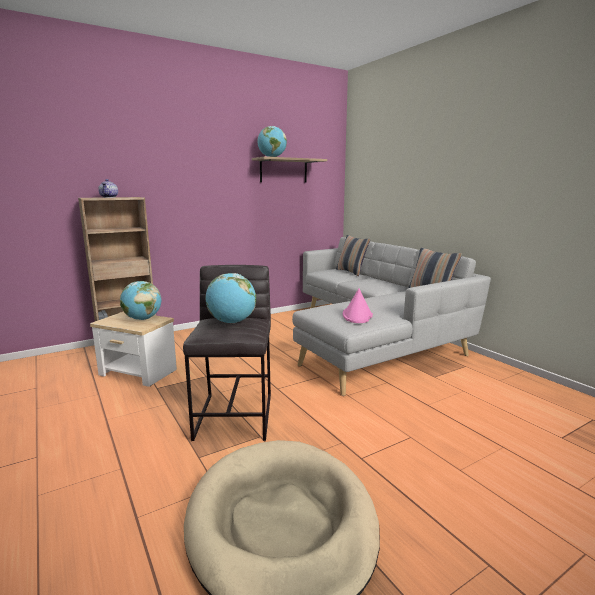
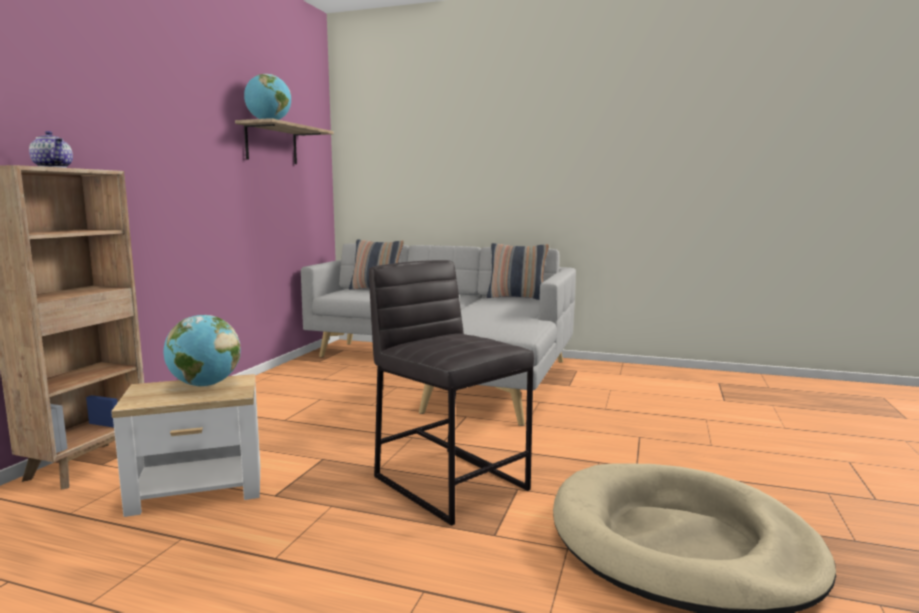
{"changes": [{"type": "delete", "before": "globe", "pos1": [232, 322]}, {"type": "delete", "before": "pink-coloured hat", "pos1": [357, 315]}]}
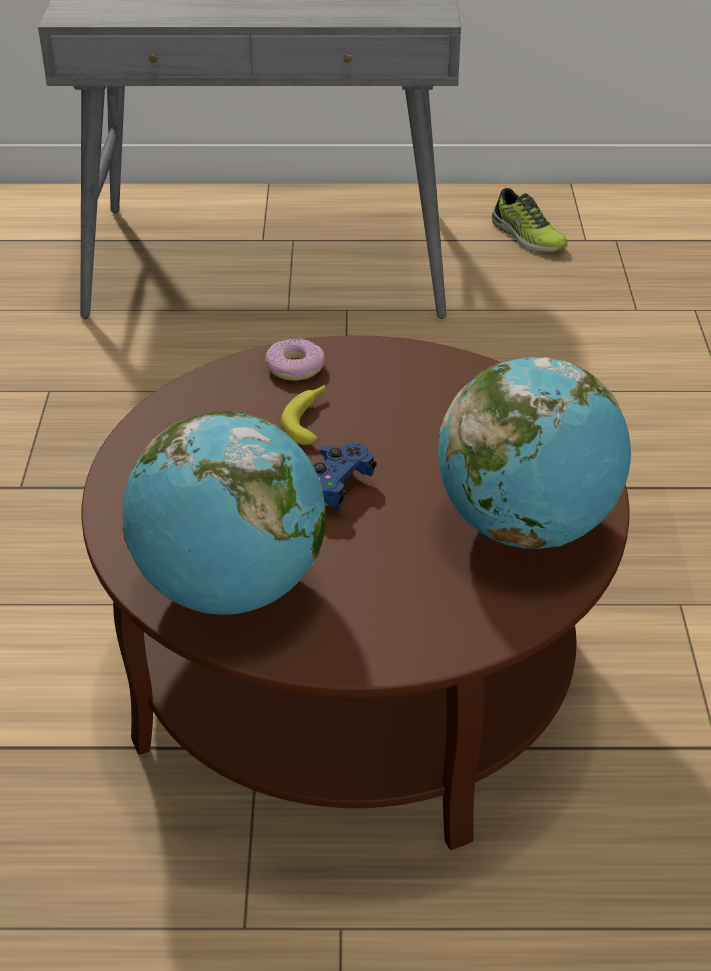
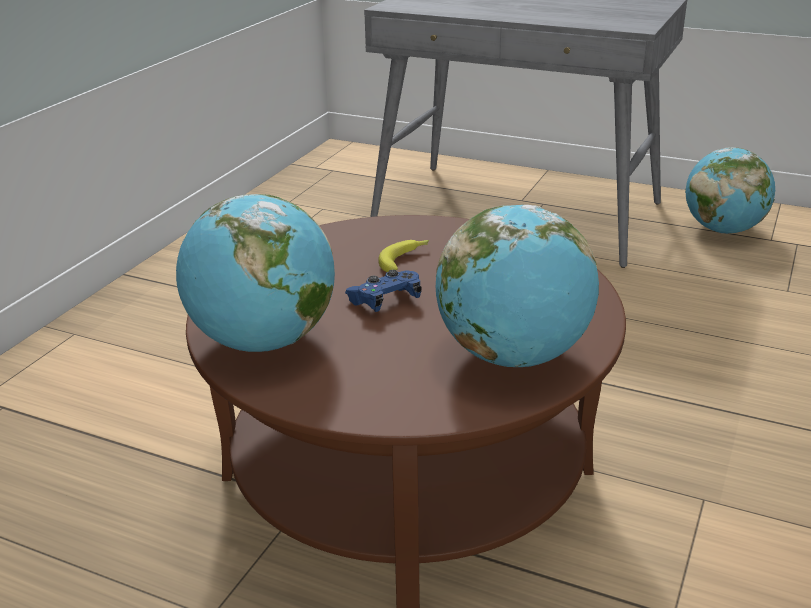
{"changes": [{"type": "delete", "before": "ring doughnut", "pos1": [295, 368]}, {"type": "replace", "before": "shoe", "after": "globe", "pos1": [526, 237], "pos2": [723, 230]}]}
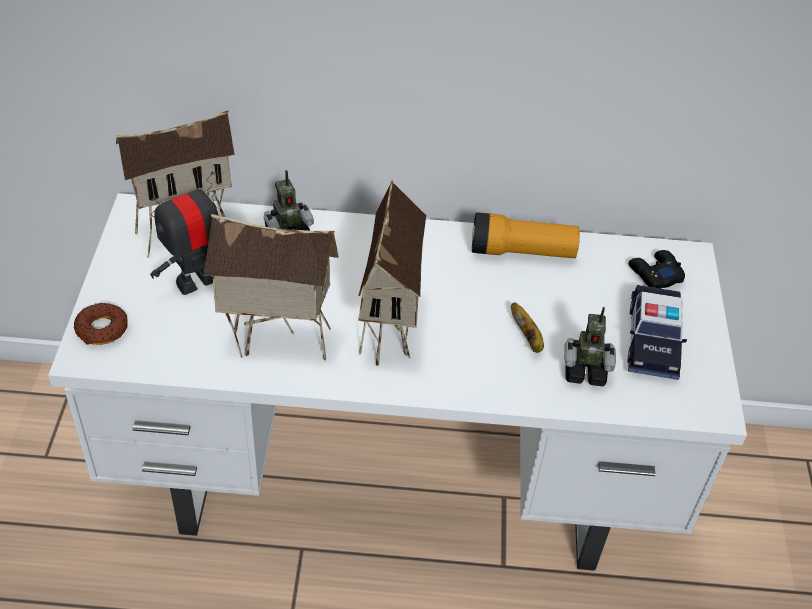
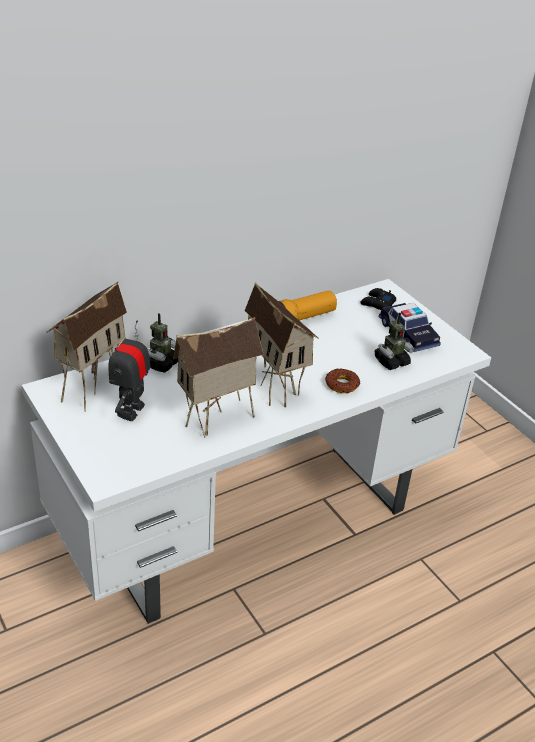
{"changes": [{"type": "delete", "before": "banana fruit", "pos1": [527, 337]}, {"type": "move", "before": "ring doughnut", "pos1": [102, 329], "pos2": [342, 384]}]}
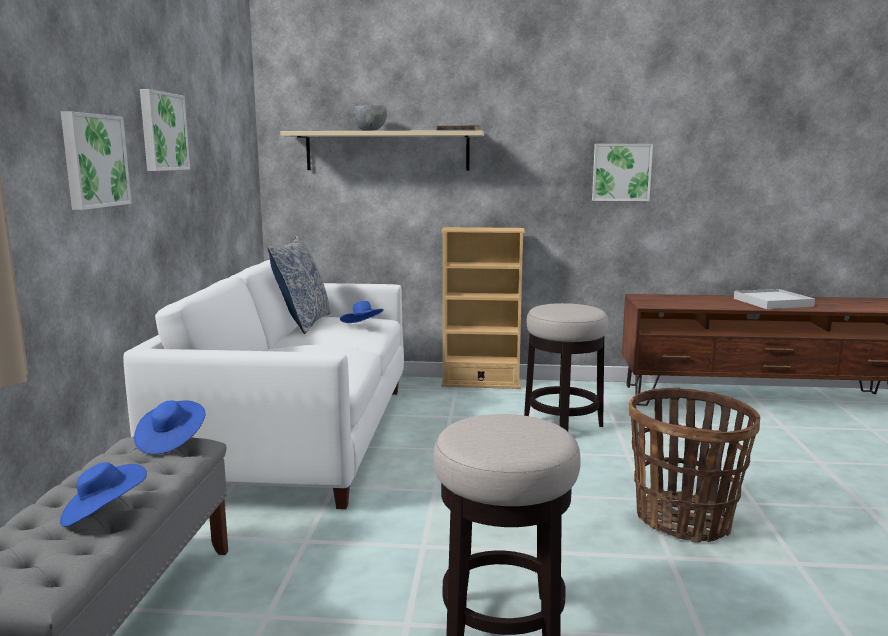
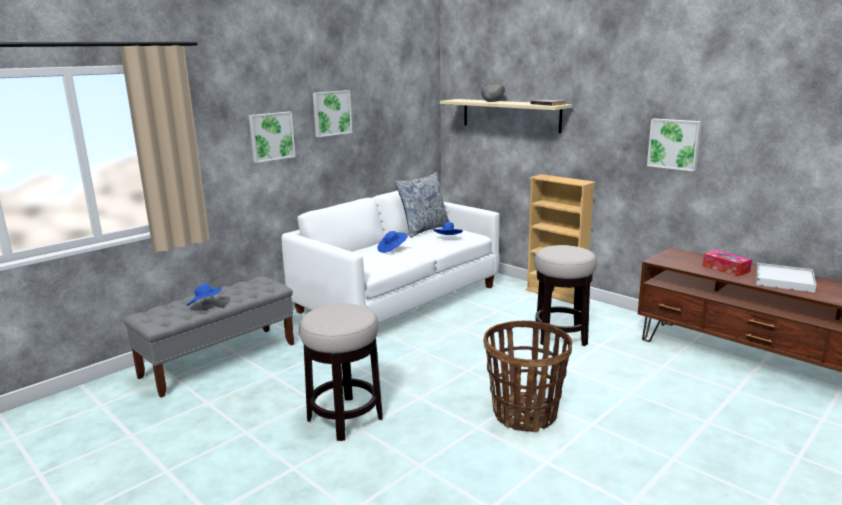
{"changes": [{"type": "insert", "after": "tissue box", "pos2": [725, 269]}, {"type": "move", "before": "blue hat", "pos1": [171, 442], "pos2": [392, 249]}]}
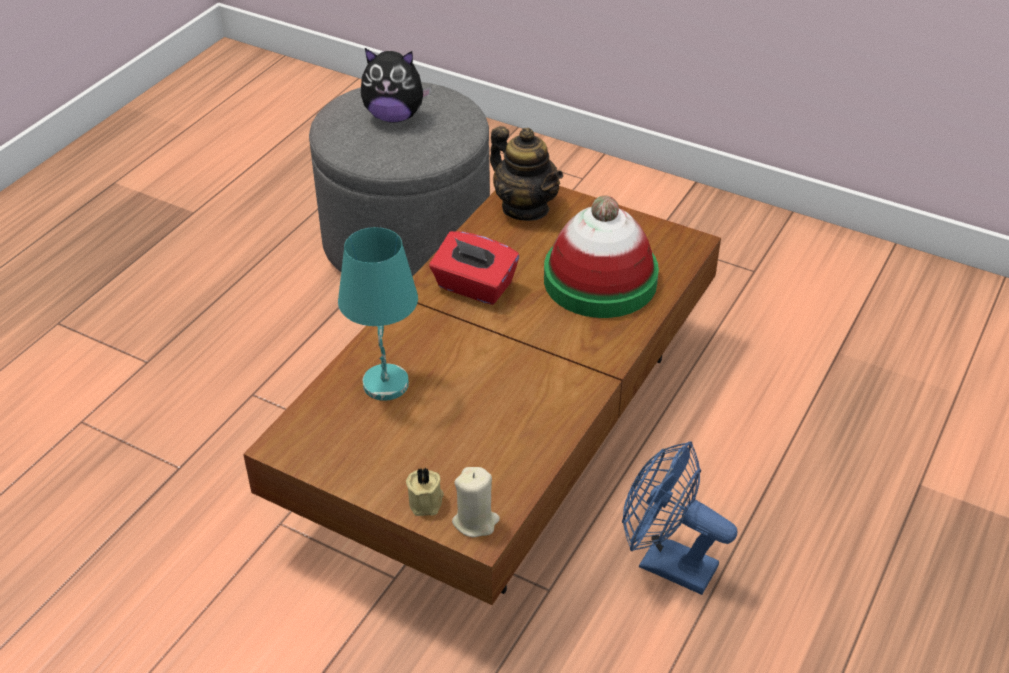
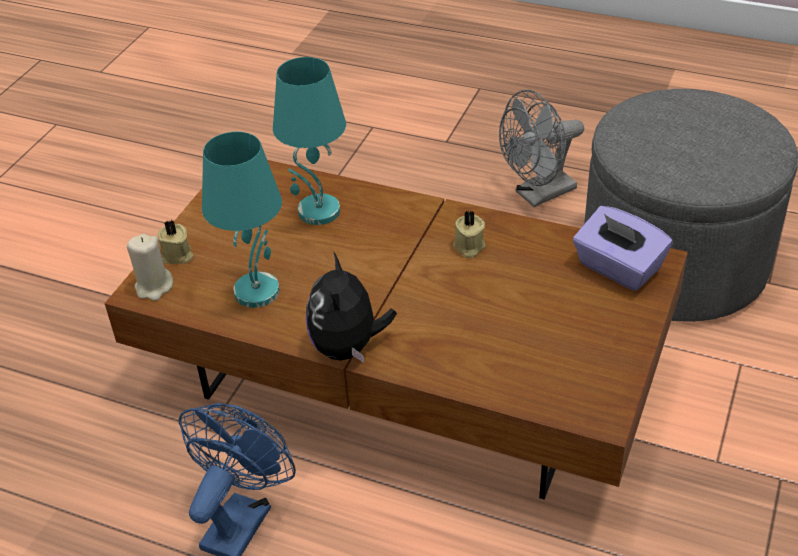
{"changes": [{"type": "delete", "before": "hat", "pos1": [600, 280]}, {"type": "insert", "after": "blue-green table lamp", "pos2": [257, 290]}, {"type": "insert", "after": "greyish electric fan", "pos2": [538, 195]}, {"type": "move", "before": "cuddly toy", "pos1": [394, 116], "pos2": [348, 347]}, {"type": "replace", "before": "red-coloured tissue box", "after": "beige-coloured wax candle", "pos1": [474, 287], "pos2": [468, 247]}, {"type": "replace", "before": "teapot", "after": "purplish tissue box", "pos1": [525, 208], "pos2": [618, 268]}]}
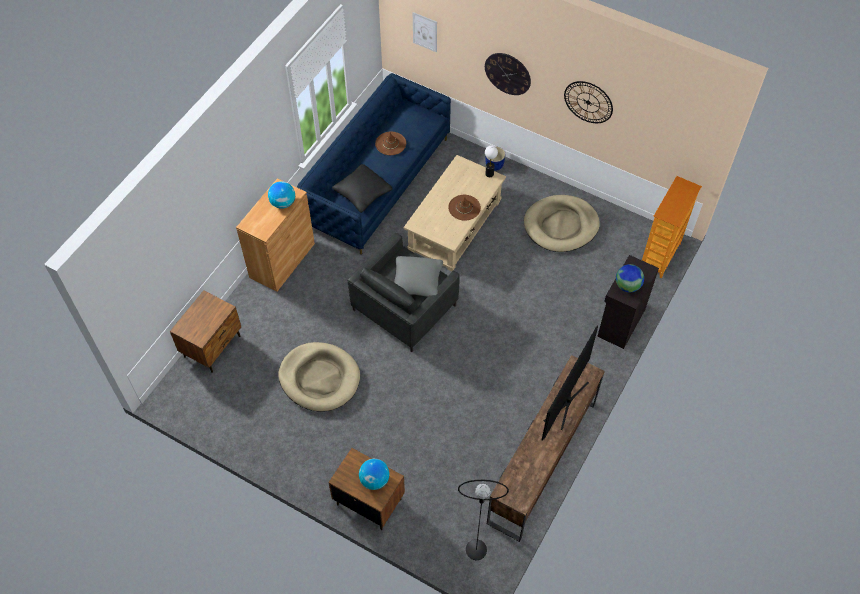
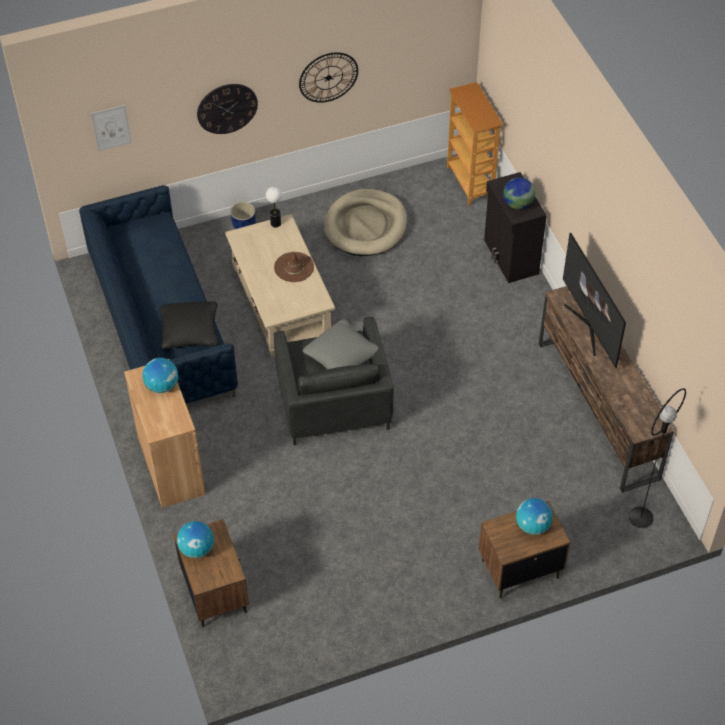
{"changes": [{"type": "delete", "before": "beige-coloured dog bed", "pos1": [319, 378]}, {"type": "delete", "before": "brownish hat", "pos1": [390, 143]}, {"type": "insert", "after": "globe", "pos2": [197, 549]}]}
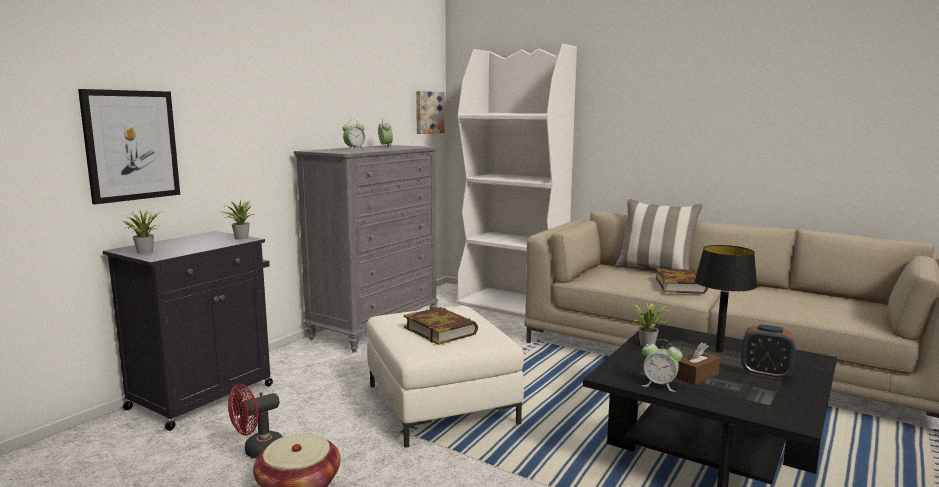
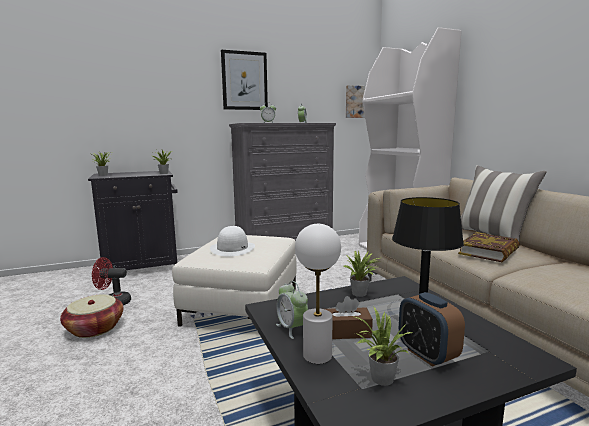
{"changes": [{"type": "insert", "after": "whitish table lamp", "pos2": [317, 356]}, {"type": "insert", "after": "plant in a pot", "pos2": [379, 379]}, {"type": "move", "before": "wall picture", "pos1": [131, 145], "pos2": [244, 81]}, {"type": "replace", "before": "book", "after": "whitish hat", "pos1": [440, 330], "pos2": [232, 248]}]}
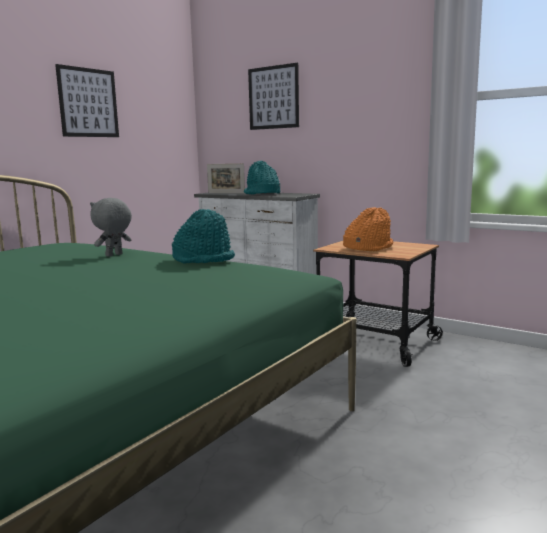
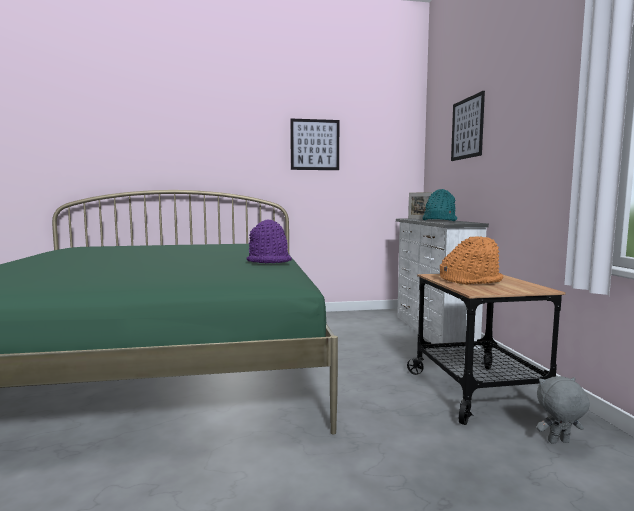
{"changes": [{"type": "move", "before": "greyish cuddly toy", "pos1": [114, 255], "pos2": [558, 442]}, {"type": "recolor", "before": "blue-green hat", "after": "purplish hat", "pos1": [204, 259], "pos2": [269, 261]}]}
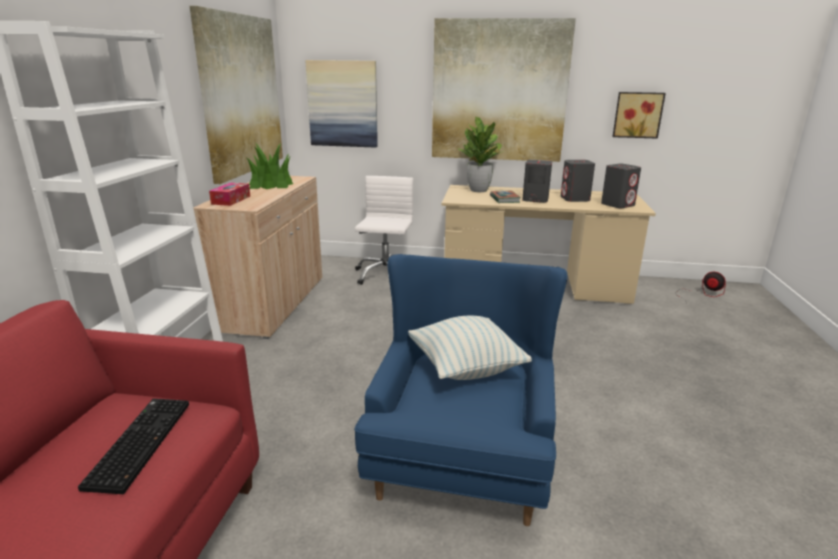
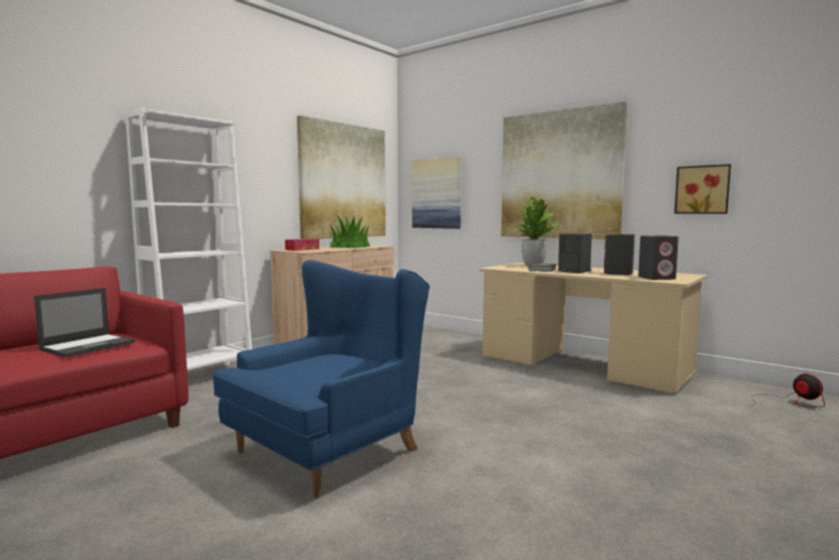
{"changes": [{"type": "delete", "before": "whitish computer chair", "pos1": [385, 275]}, {"type": "delete", "before": "pillow", "pos1": [465, 368]}, {"type": "replace", "before": "PC keyboard", "after": "notebook computer", "pos1": [139, 442], "pos2": [89, 345]}]}
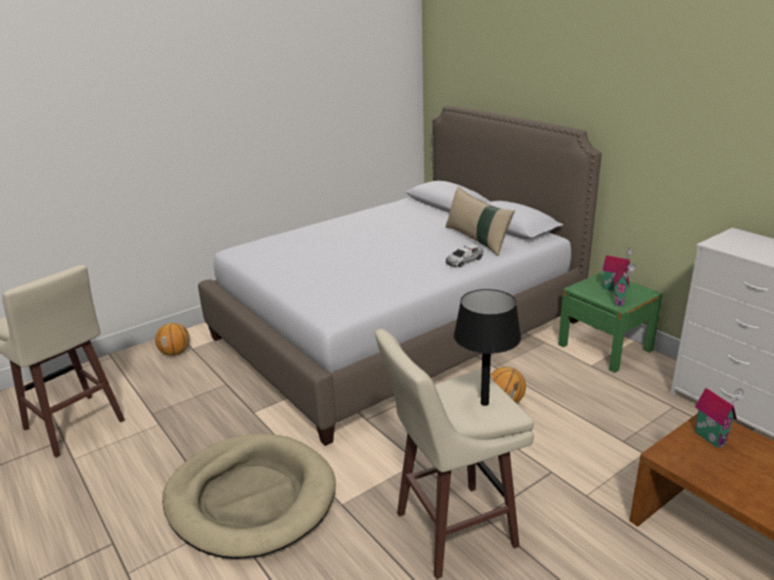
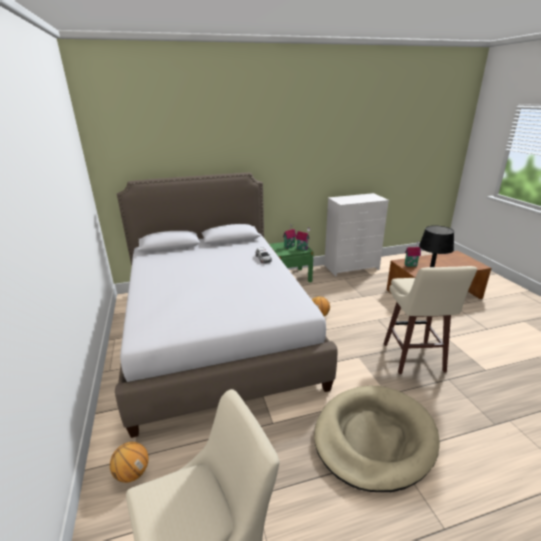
{"changes": [{"type": "delete", "before": "beige-coloured pillow", "pos1": [477, 240]}]}
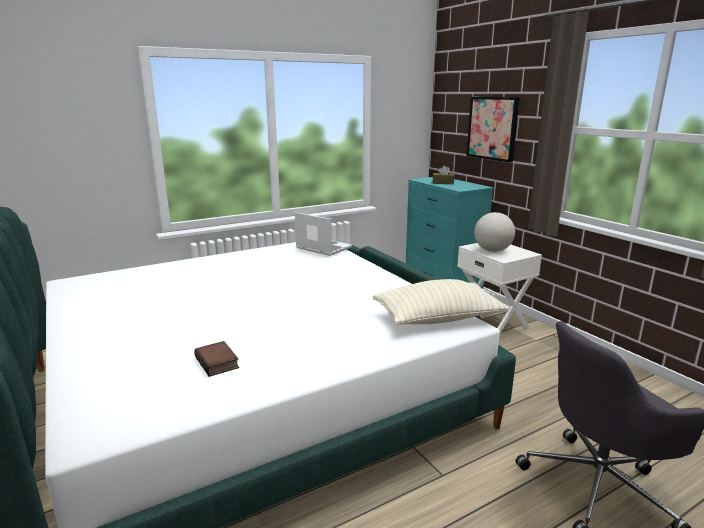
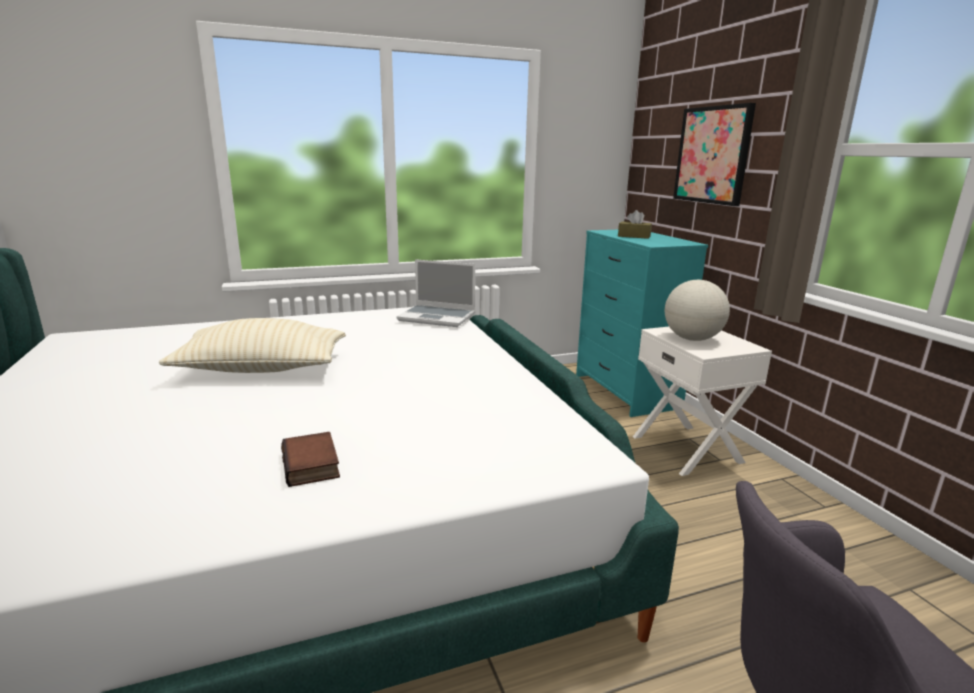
{"changes": [{"type": "move", "before": "book", "pos1": [218, 363], "pos2": [313, 465]}, {"type": "move", "before": "beige-coloured pillow", "pos1": [438, 319], "pos2": [261, 369]}, {"type": "rotate", "before": "notebook computer", "pos1": [322, 248], "pos2": [438, 317], "turn": 150}]}
